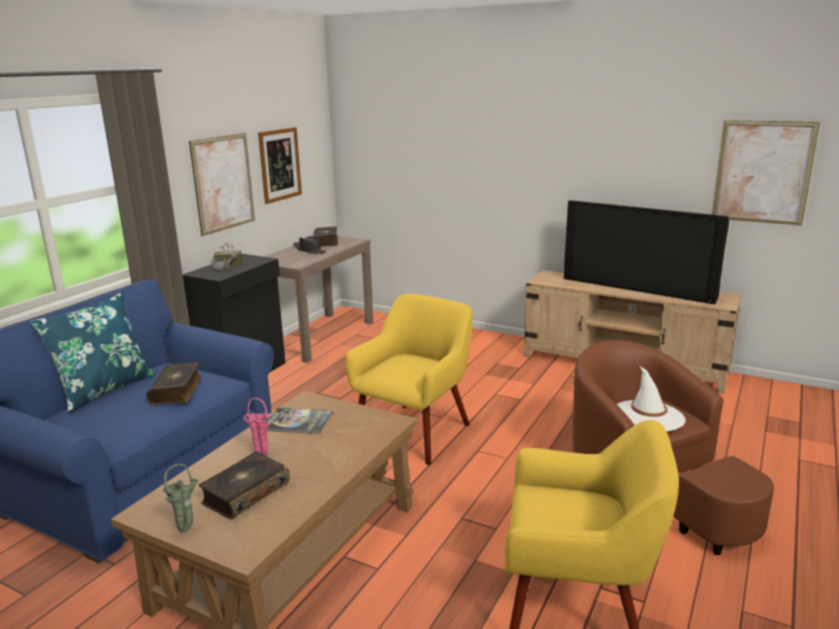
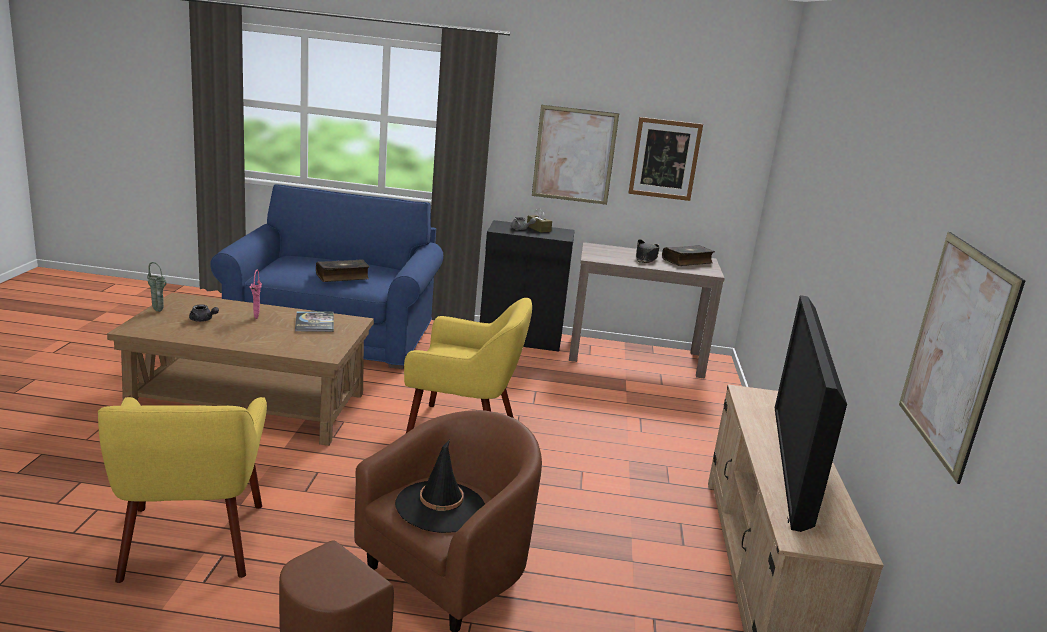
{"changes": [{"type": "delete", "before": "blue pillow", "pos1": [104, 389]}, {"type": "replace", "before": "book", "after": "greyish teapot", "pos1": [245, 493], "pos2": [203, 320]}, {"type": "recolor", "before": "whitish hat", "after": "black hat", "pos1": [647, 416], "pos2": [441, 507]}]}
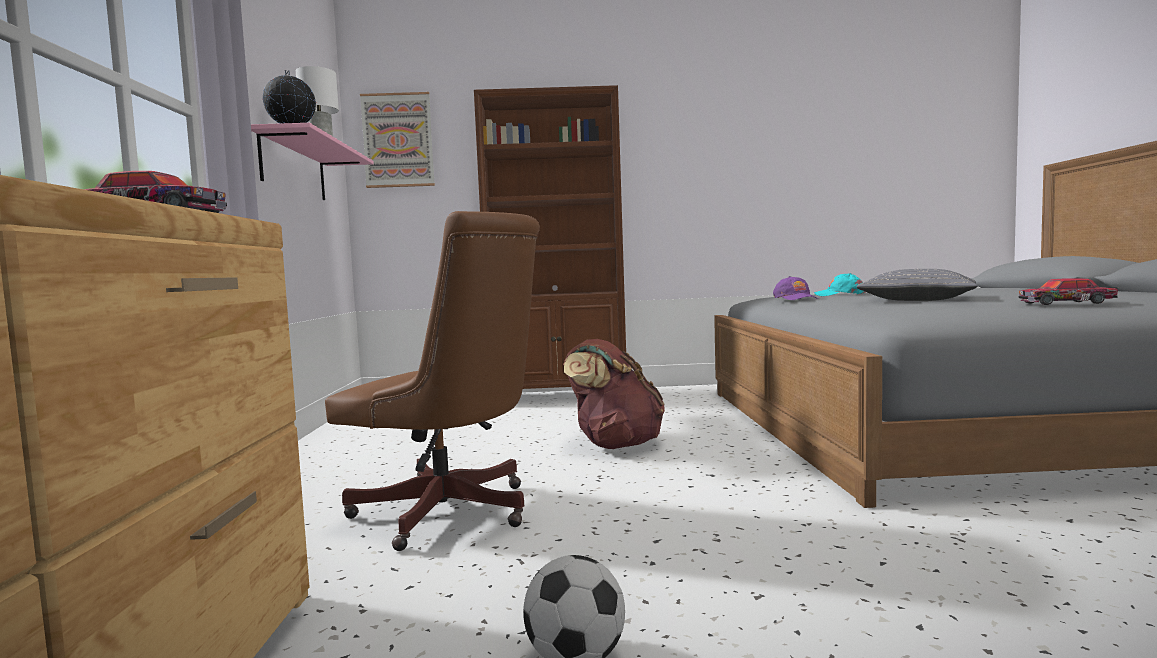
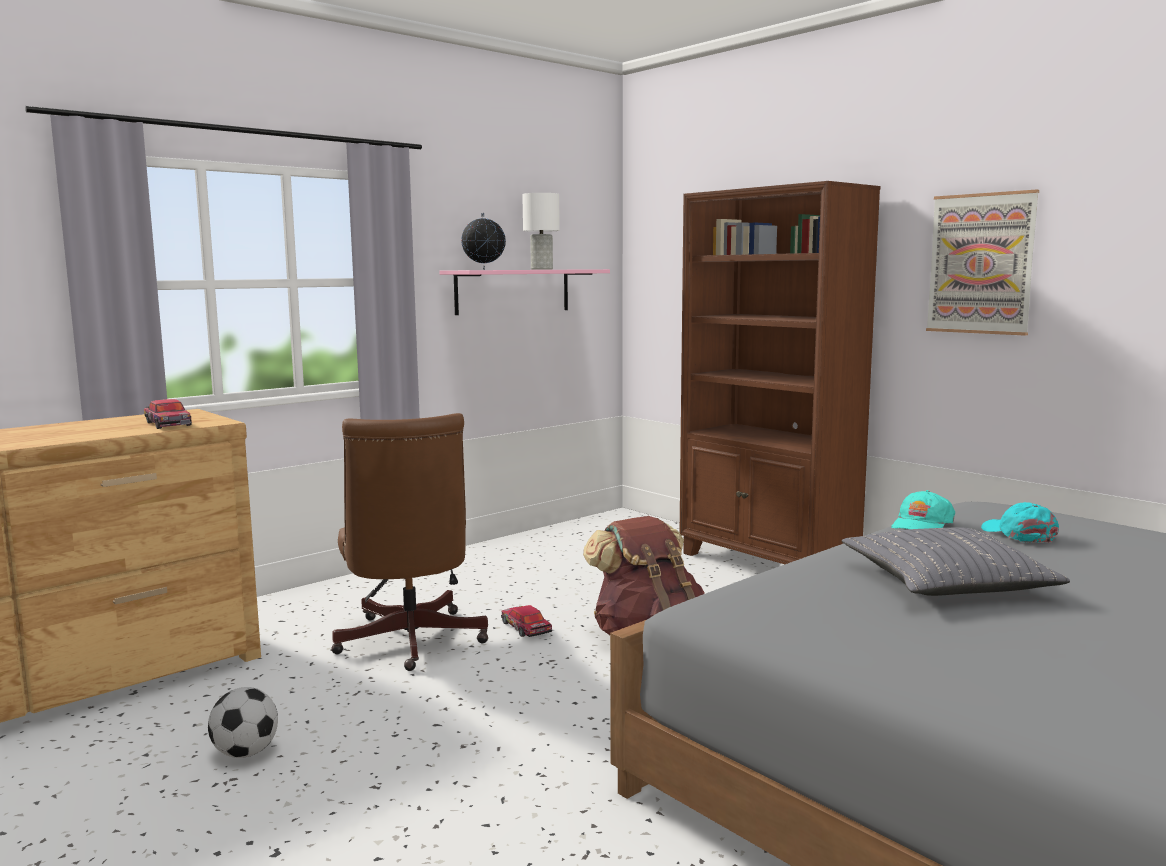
{"changes": [{"type": "move", "before": "wall picture", "pos1": [398, 140], "pos2": [981, 264]}, {"type": "move", "before": "miniature car", "pos1": [1067, 303], "pos2": [526, 628]}, {"type": "recolor", "before": "purplish baseball cap", "after": "blue-green baseball cap", "pos1": [795, 299], "pos2": [921, 525]}]}
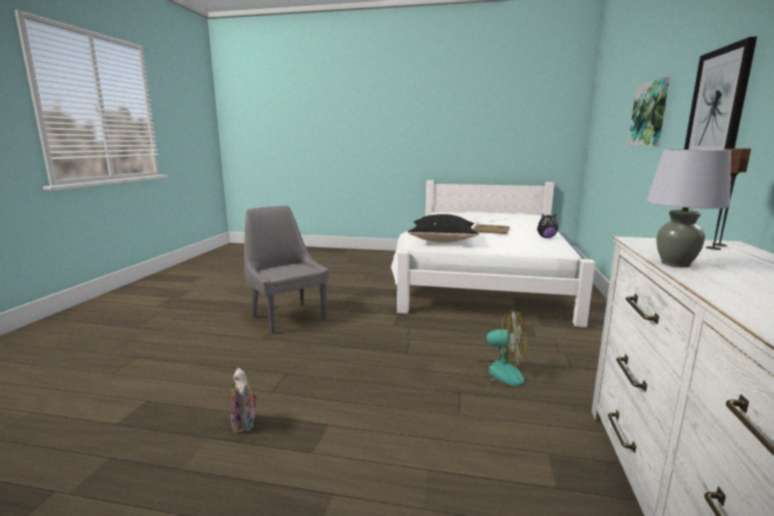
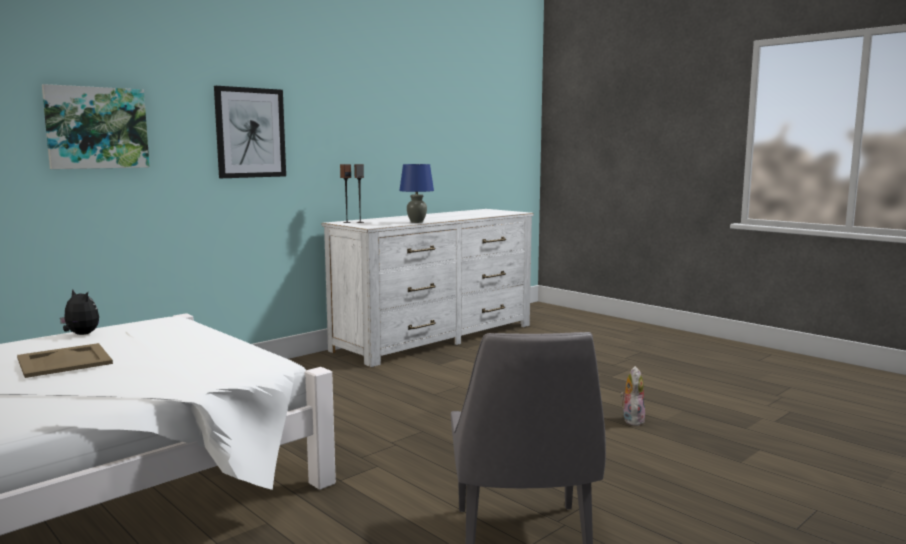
{"changes": [{"type": "delete", "before": "black pillow", "pos1": [443, 241]}, {"type": "delete", "before": "electric fan", "pos1": [496, 372]}, {"type": "recolor", "before": "greyish table lamp", "after": "blue table lamp", "pos1": [675, 264], "pos2": [416, 222]}]}
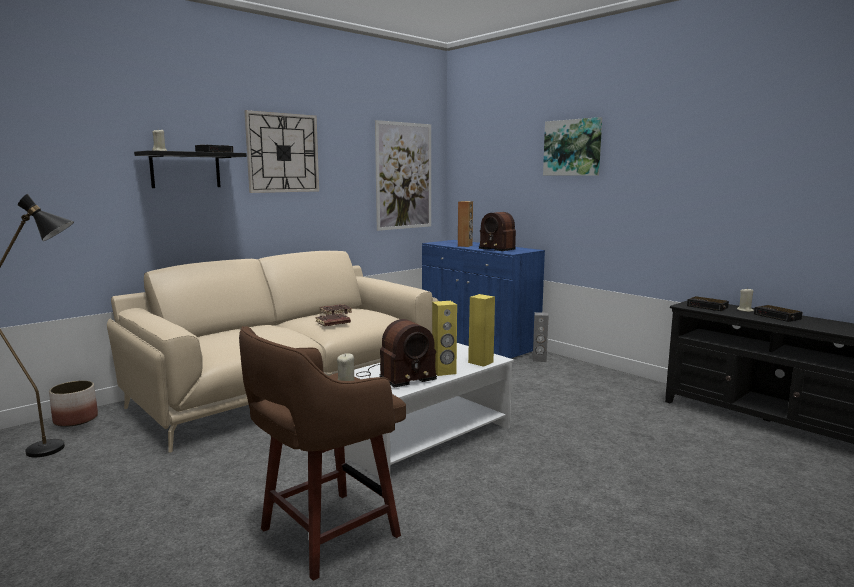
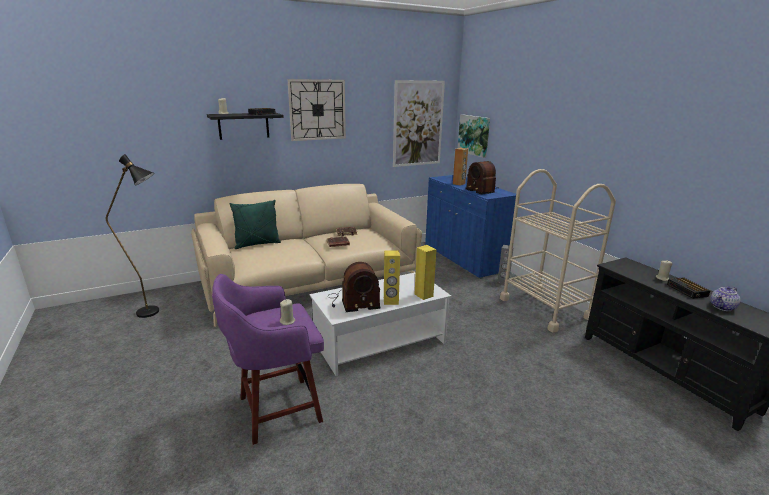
{"changes": [{"type": "delete", "before": "flower pot", "pos1": [76, 419]}, {"type": "delete", "before": "table clock", "pos1": [708, 307]}, {"type": "insert", "after": "green pillow", "pos2": [257, 244]}, {"type": "insert", "after": "beige-coloured cart", "pos2": [544, 308]}, {"type": "insert", "after": "teapot", "pos2": [723, 307]}, {"type": "move", "before": "wall picture", "pos1": [572, 147], "pos2": [474, 135]}, {"type": "recolor", "before": "brownish stool seat", "after": "purplish stool seat", "pos1": [325, 534], "pos2": [276, 410]}]}
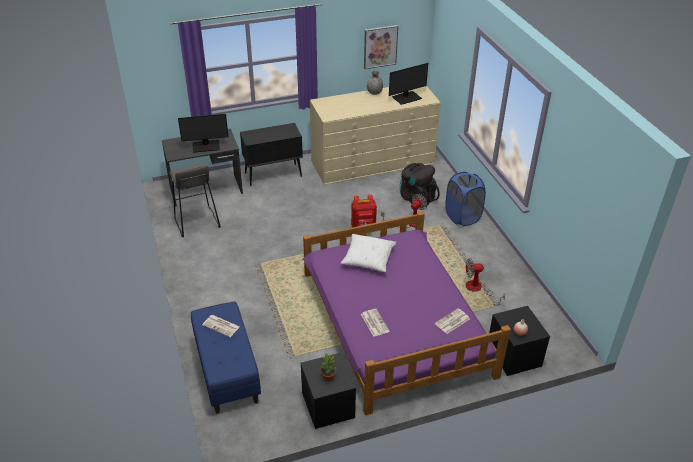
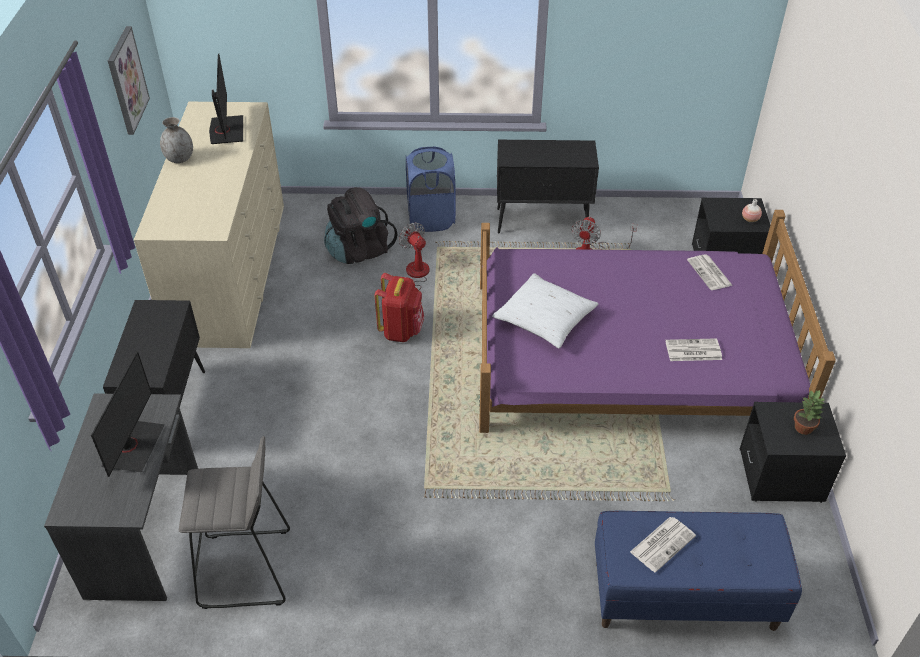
{"changes": [{"type": "insert", "after": "black storage cabinet", "pos2": [543, 221]}]}
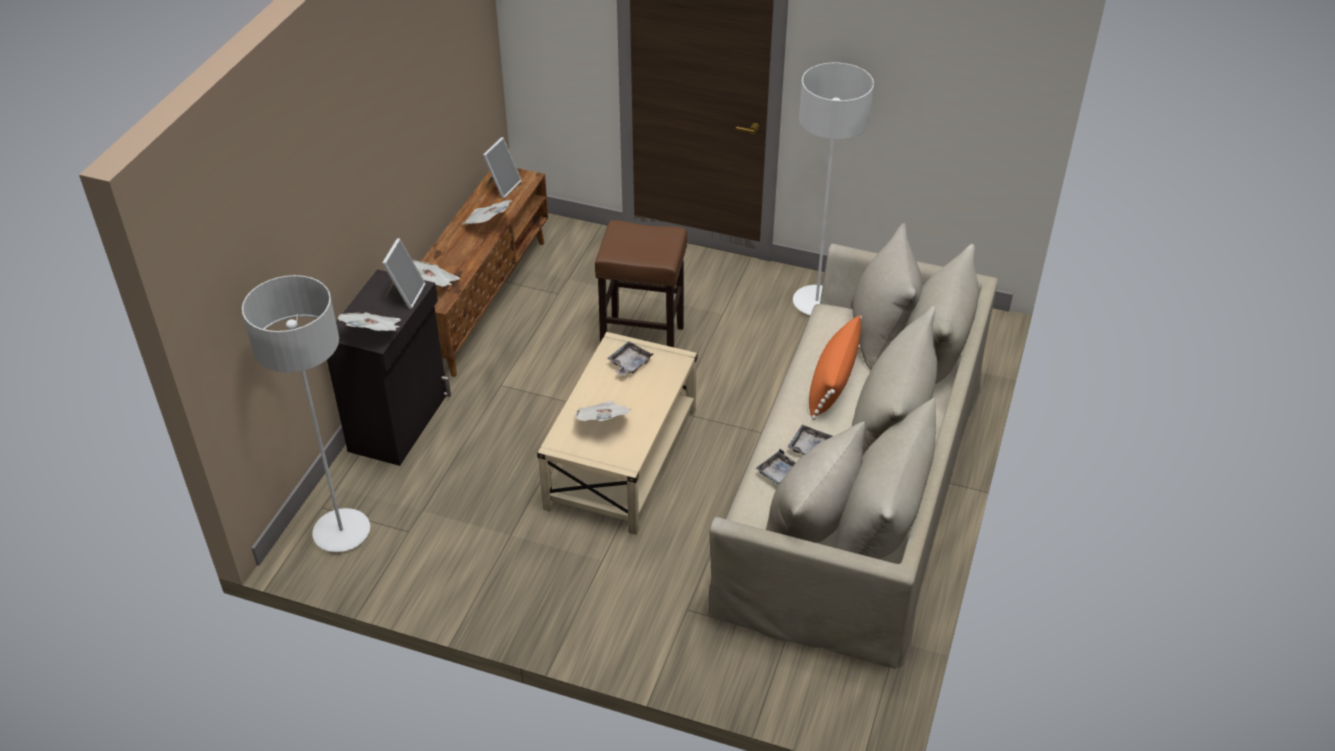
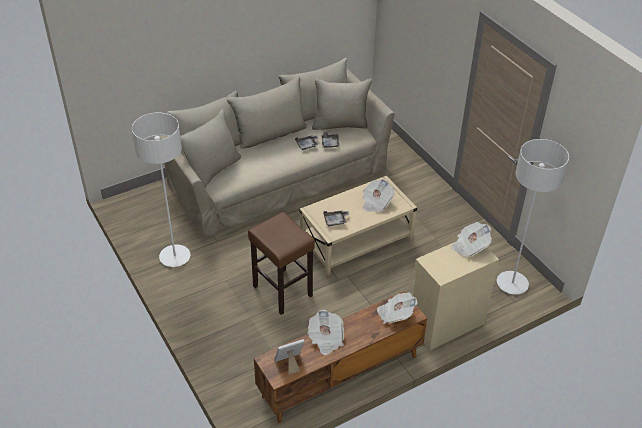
{"changes": [{"type": "delete", "before": "photo frame", "pos1": [405, 294]}, {"type": "delete", "before": "orange-coloured pillow", "pos1": [832, 383]}, {"type": "recolor", "before": "black storage cabinet", "after": "beige-coloured storage cabinet", "pos1": [400, 422], "pos2": [445, 324]}]}
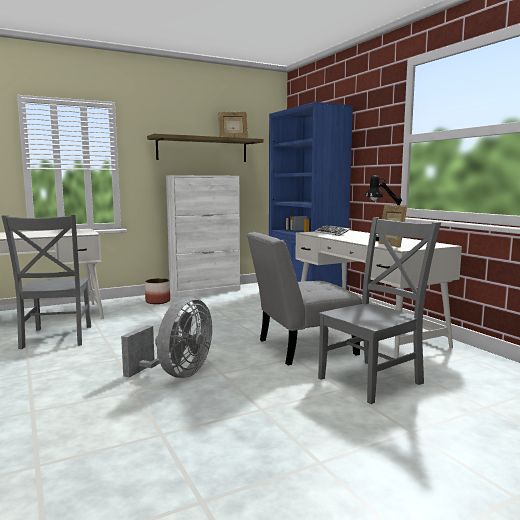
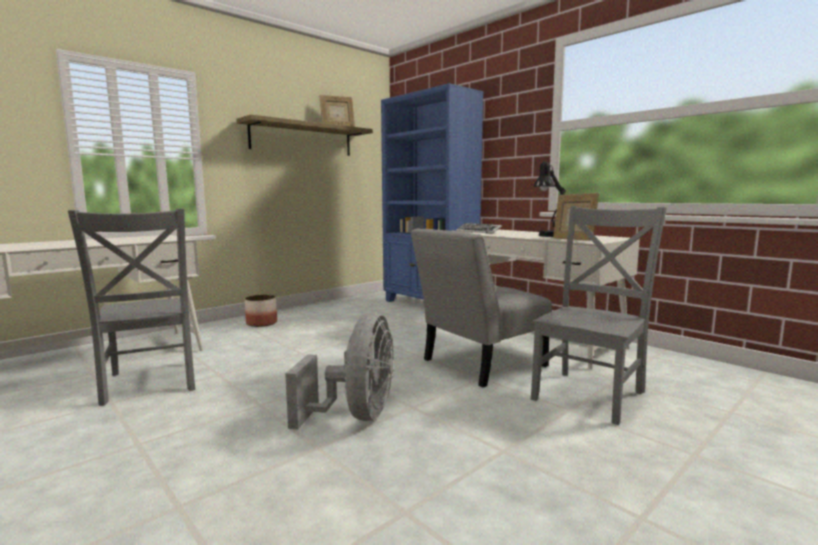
{"changes": [{"type": "delete", "before": "whitish storage cabinet", "pos1": [205, 291]}]}
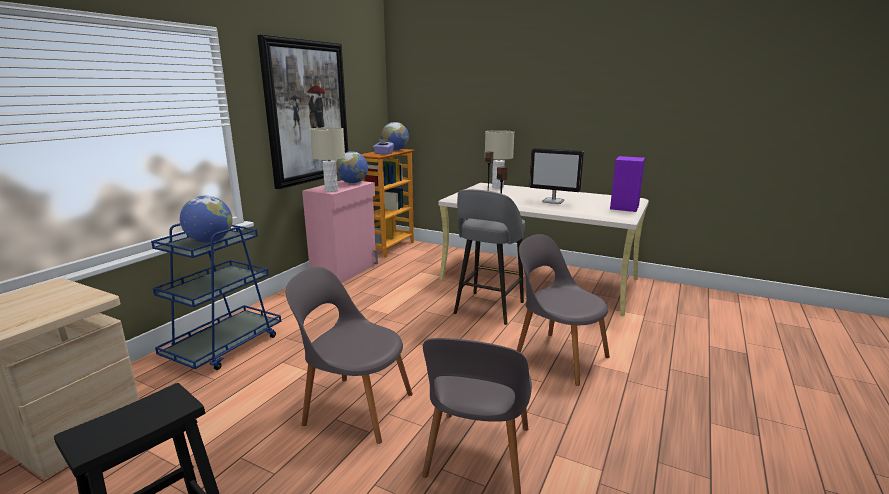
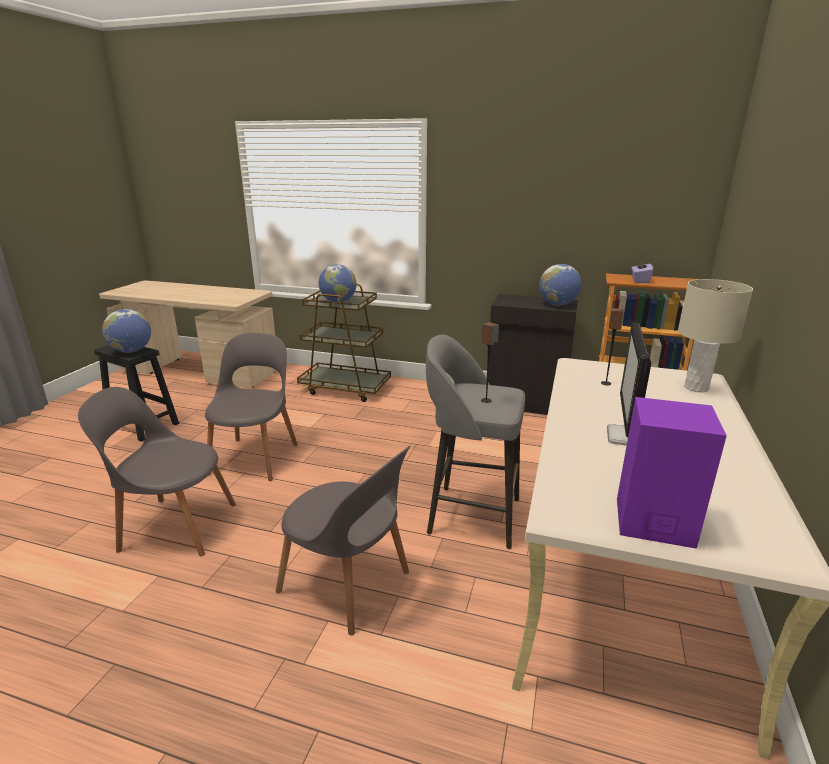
{"changes": [{"type": "delete", "before": "wall picture", "pos1": [307, 112]}, {"type": "delete", "before": "beige-coloured table lamp", "pos1": [331, 190]}, {"type": "move", "before": "globe", "pos1": [395, 150], "pos2": [131, 351]}, {"type": "recolor", "before": "blue cart", "after": "brownish cart", "pos1": [225, 346], "pos2": [345, 388]}, {"type": "recolor", "before": "pink-coloured storage cabinet", "after": "black storage cabinet", "pos1": [346, 271], "pos2": [526, 404]}, {"type": "rotate", "before": "greyish upright chair", "pos1": [558, 356], "pos2": [348, 584], "turn": 90}]}
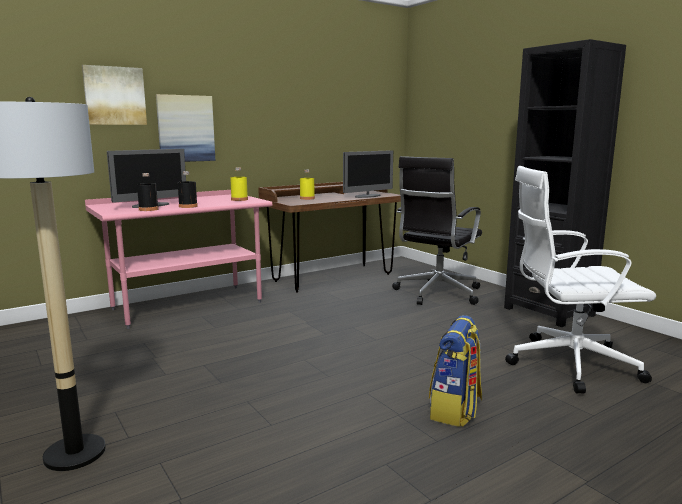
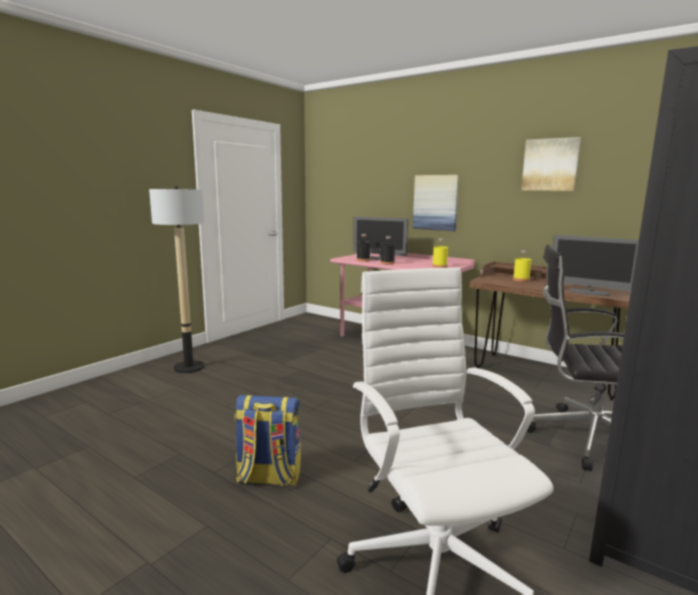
{"changes": [{"type": "move", "before": "wall picture", "pos1": [115, 96], "pos2": [550, 165]}]}
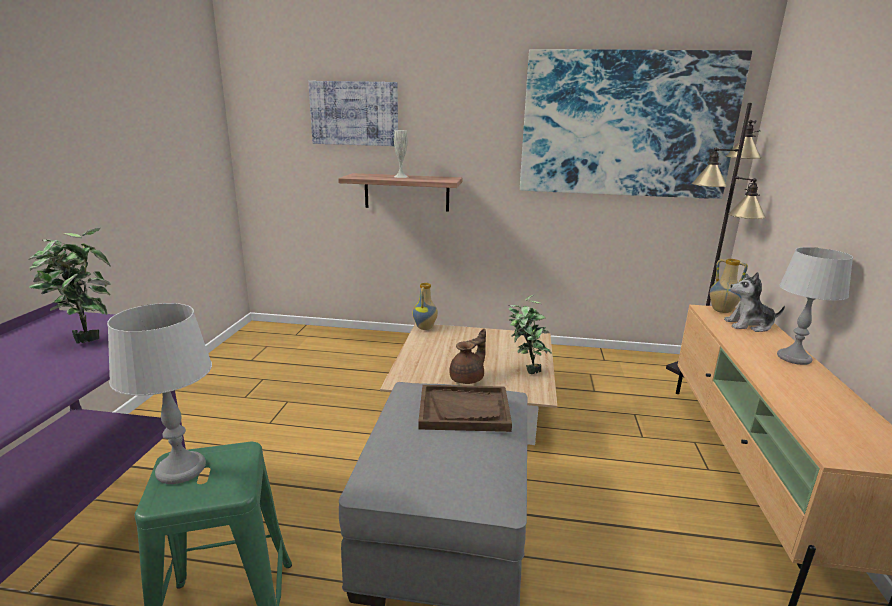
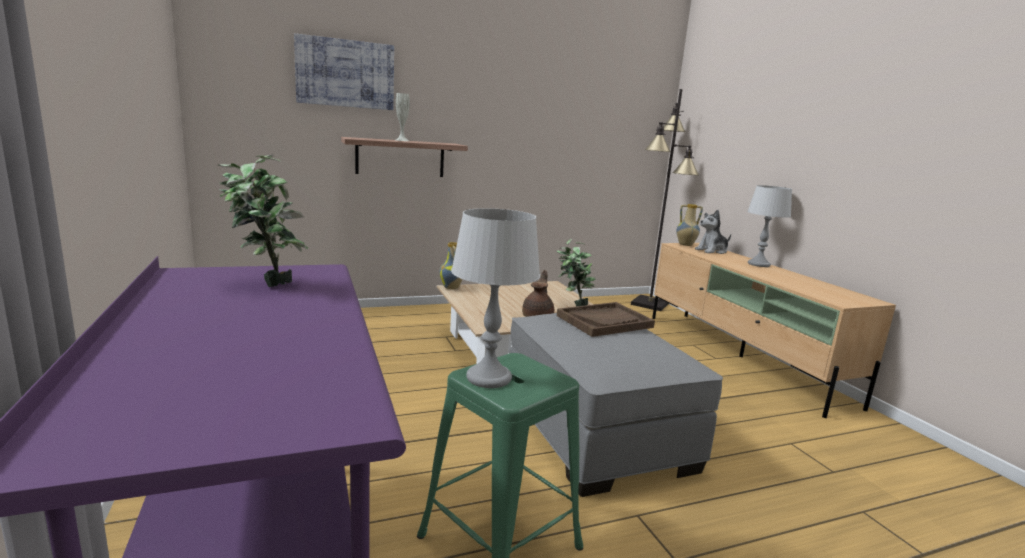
{"changes": [{"type": "delete", "before": "wall picture", "pos1": [626, 125]}]}
